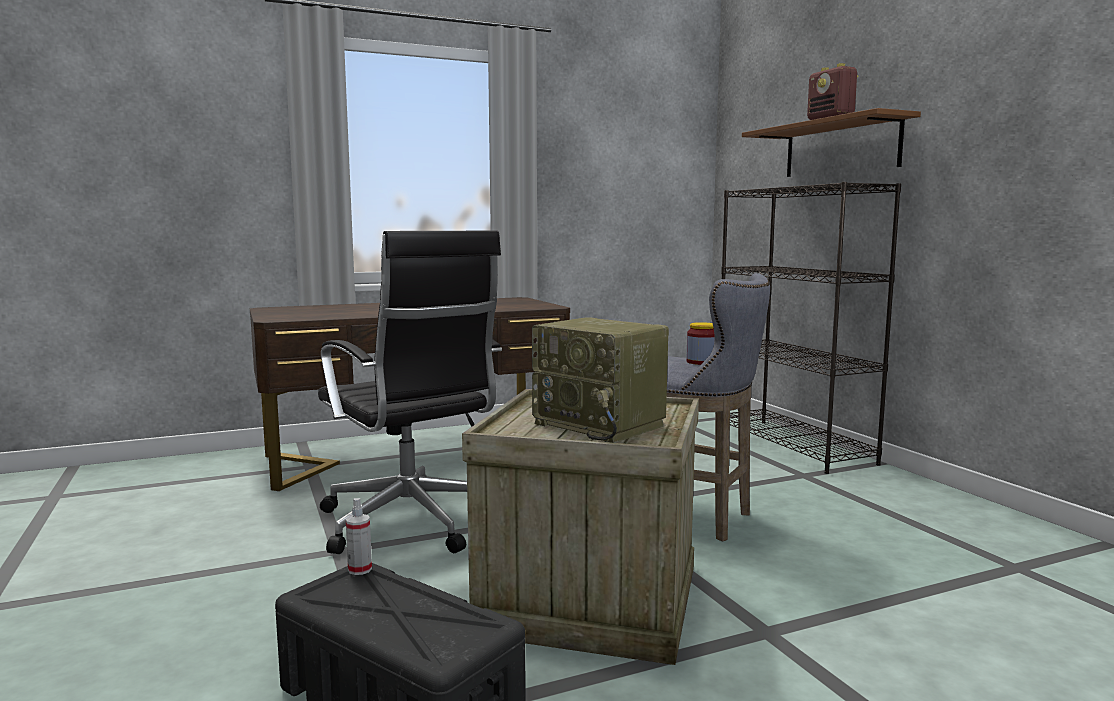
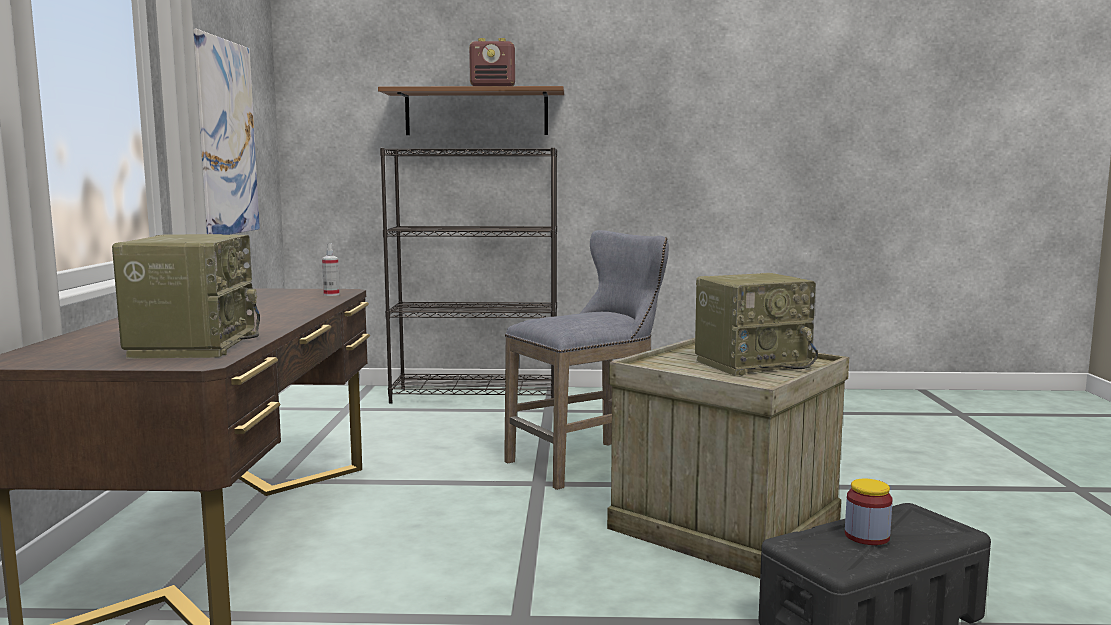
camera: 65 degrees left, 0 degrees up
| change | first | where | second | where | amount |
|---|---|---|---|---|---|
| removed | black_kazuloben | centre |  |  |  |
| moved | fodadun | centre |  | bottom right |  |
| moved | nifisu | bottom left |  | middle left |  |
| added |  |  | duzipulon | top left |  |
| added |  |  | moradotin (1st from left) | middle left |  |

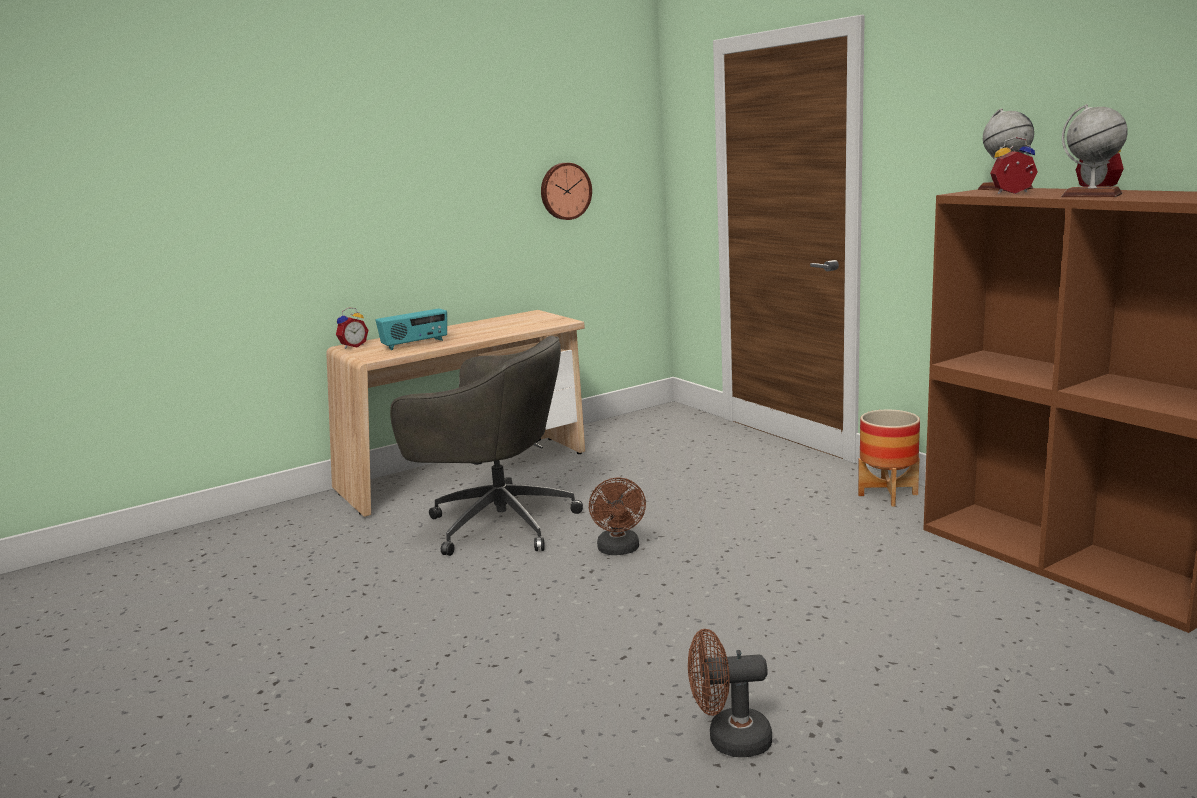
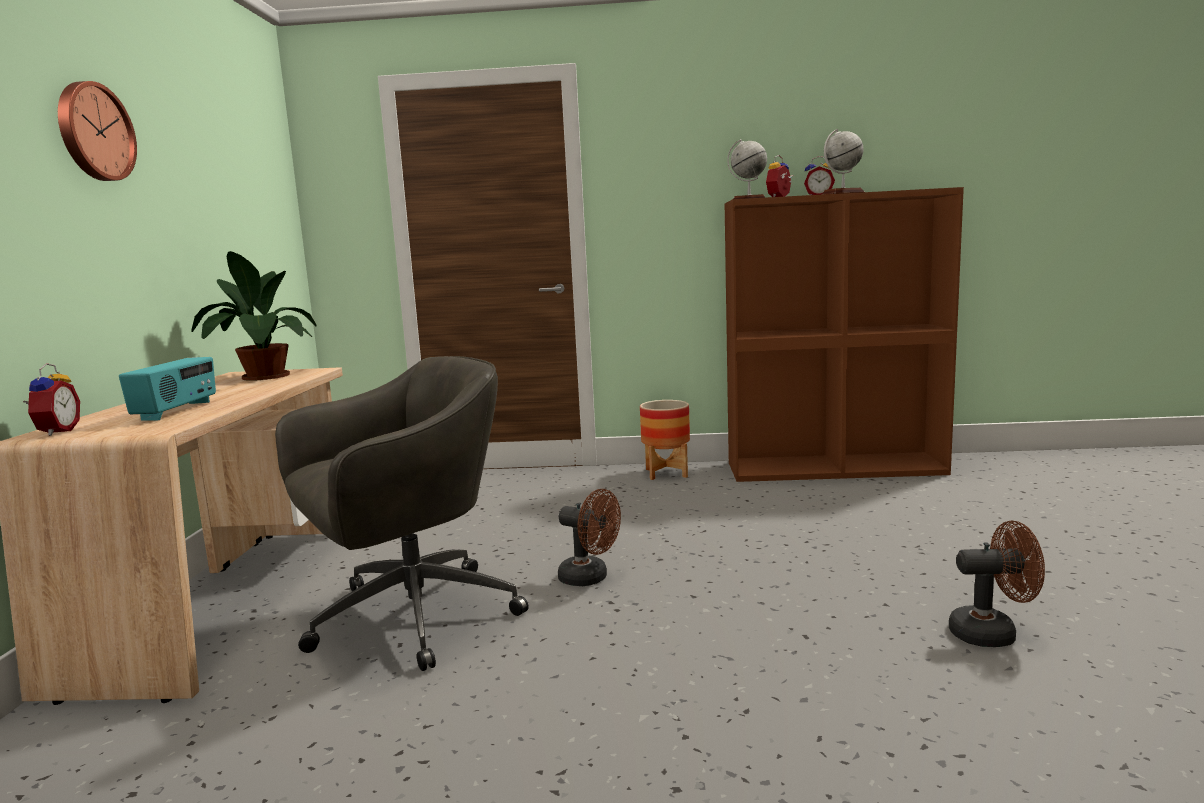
camera: 55 degrees left, 5 degrees down
| change | first | where | second | where | amount |
|---|---|---|---|---|---|
| moved | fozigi | top centre |  | top left |  |
| turned | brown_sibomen (2nd from left) | bottom centre |  | bottom right | 120 degrees counterclockwise |
| added |  |  | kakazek | middle left |  |

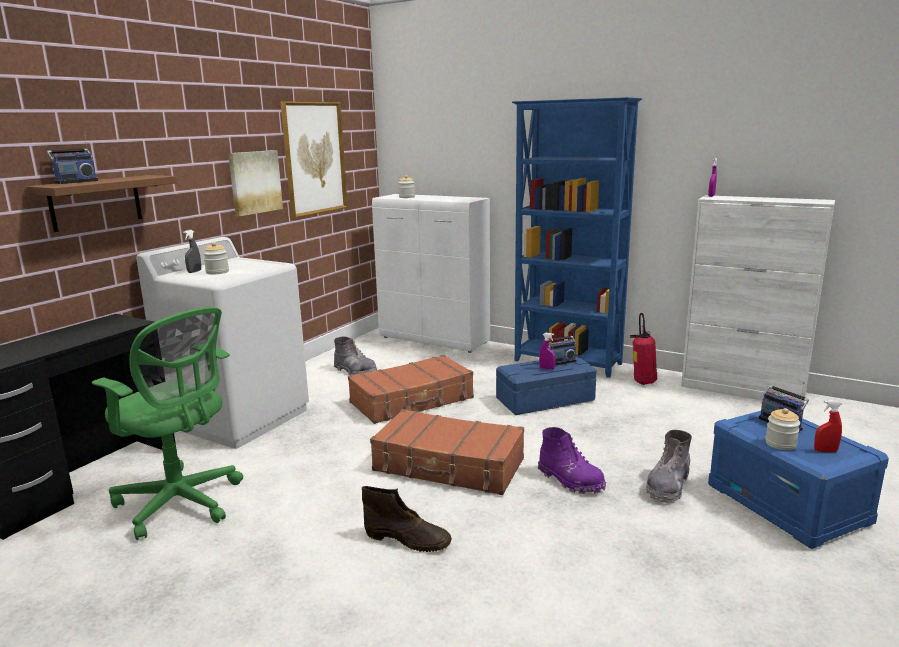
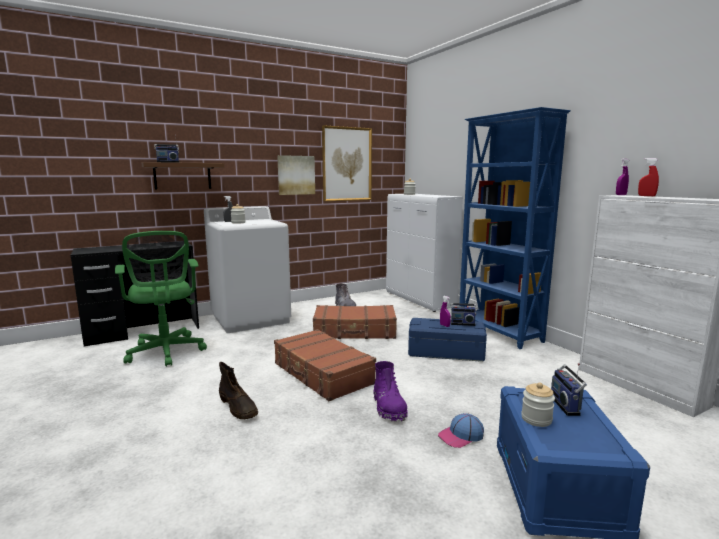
camera: 30 degrees right, 5 degrees down
| change | first | where | second | where | amount |
|---|---|---|---|---|---|
| removed | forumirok | middle right |  |  |  |
| moved | red_nifisu | middle right |  | top right |  |
| replaced | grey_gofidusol (2nd from left) | bottom right | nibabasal | bottom centre |  |

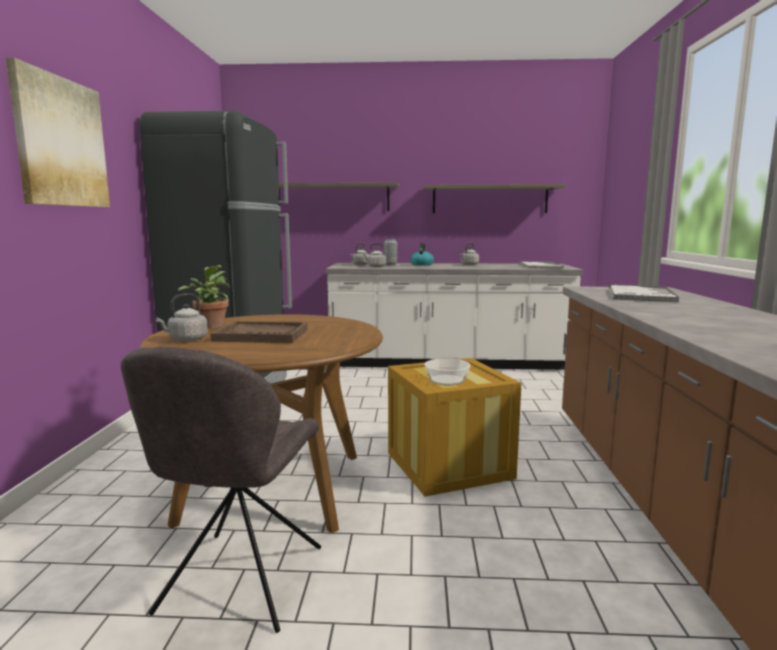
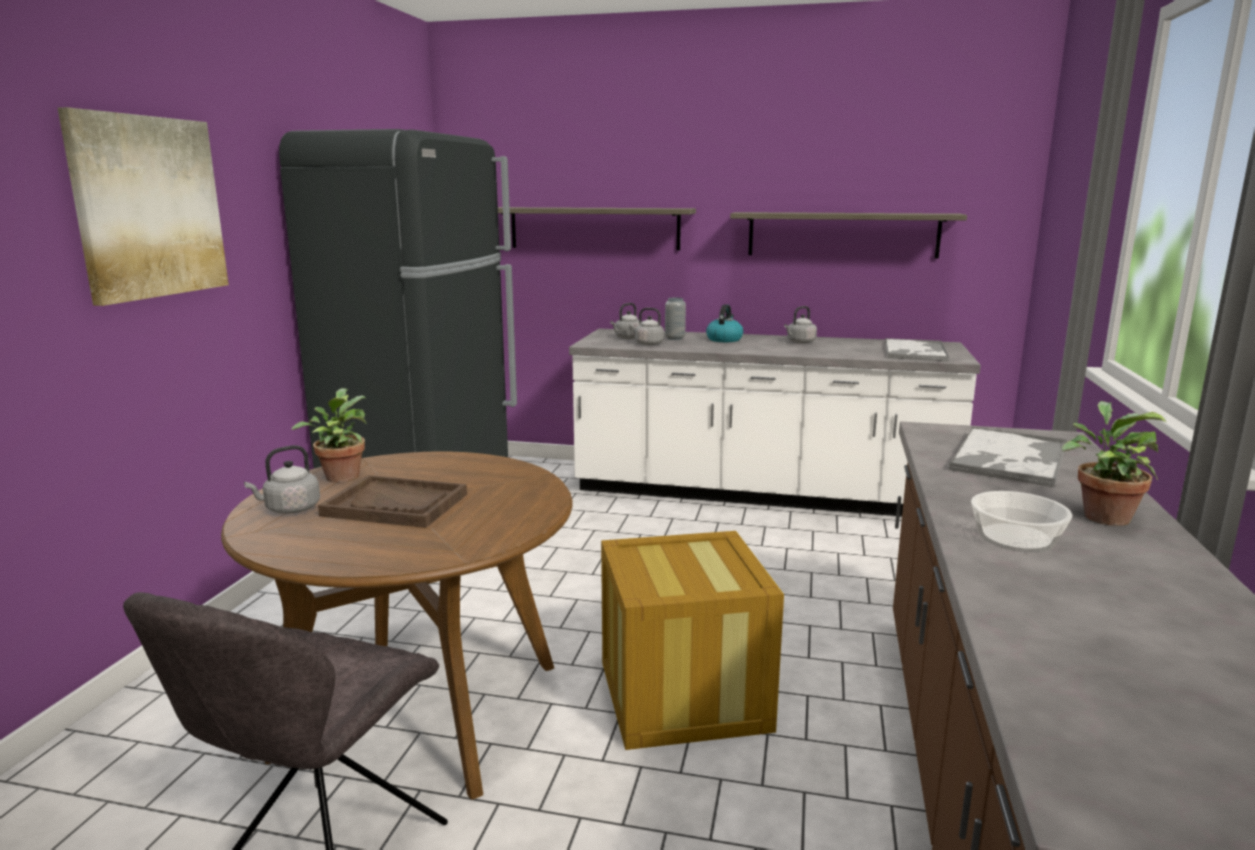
camera: 10 degrees right, 5 degrees up
| change | first | where | second | where | amount |
|---|---|---|---|---|---|
| moved | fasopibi | centre |  | middle right |  |
| added |  |  | kakazek (2nd from left) | middle right |  |

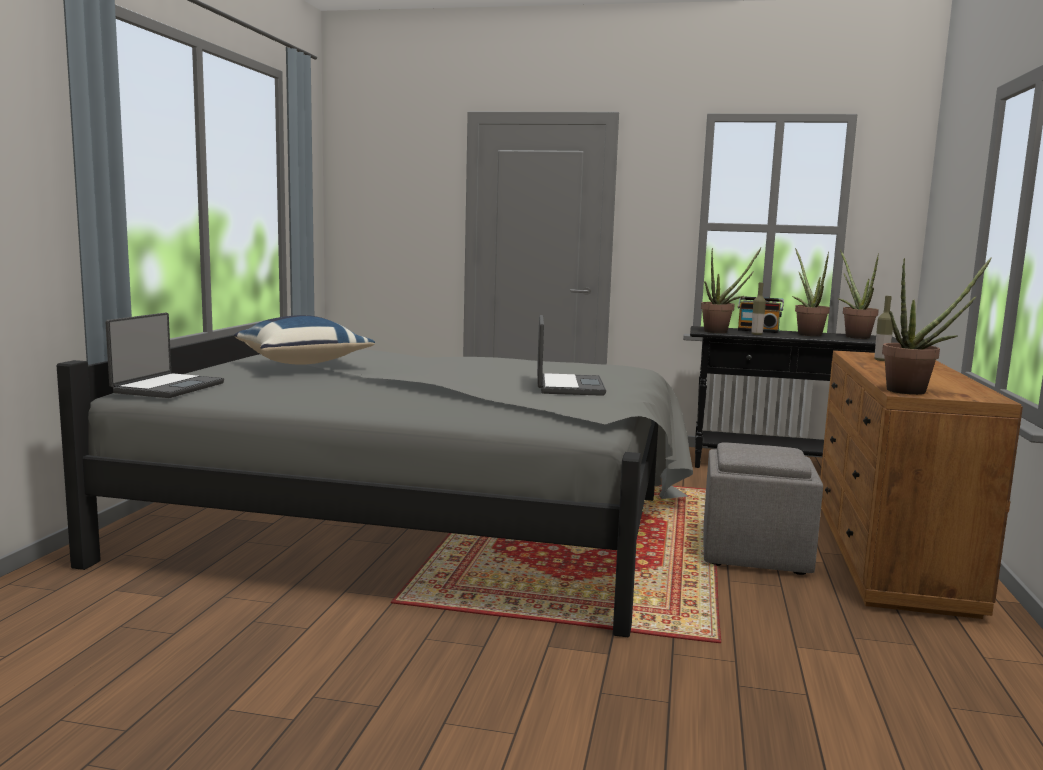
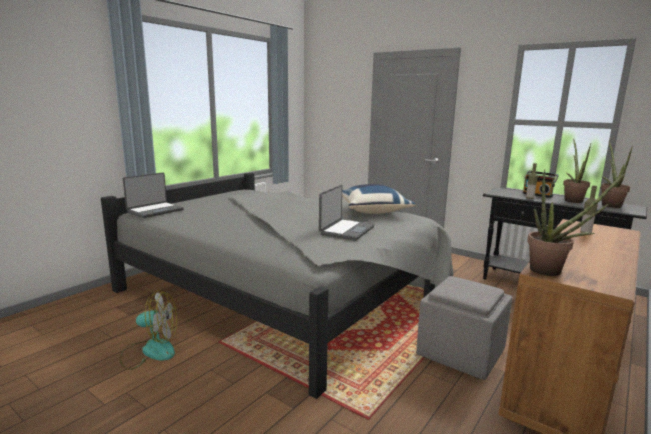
camera: 25 degrees right, 5 degrees up
| change | first | where | second | where | amount |
|---|---|---|---|---|---|
| removed | kakazek (1st from left) | middle right |  |  |  |
| moved | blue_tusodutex | middle left |  | centre |  |
| added |  |  | sibomen | bottom left |  |

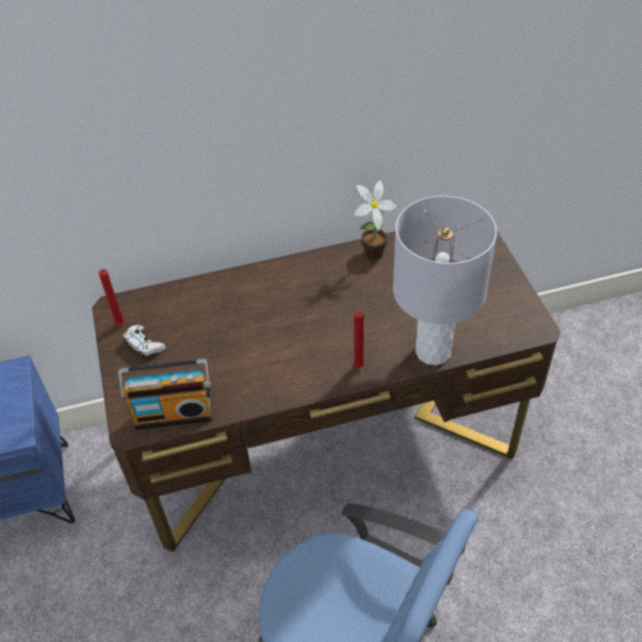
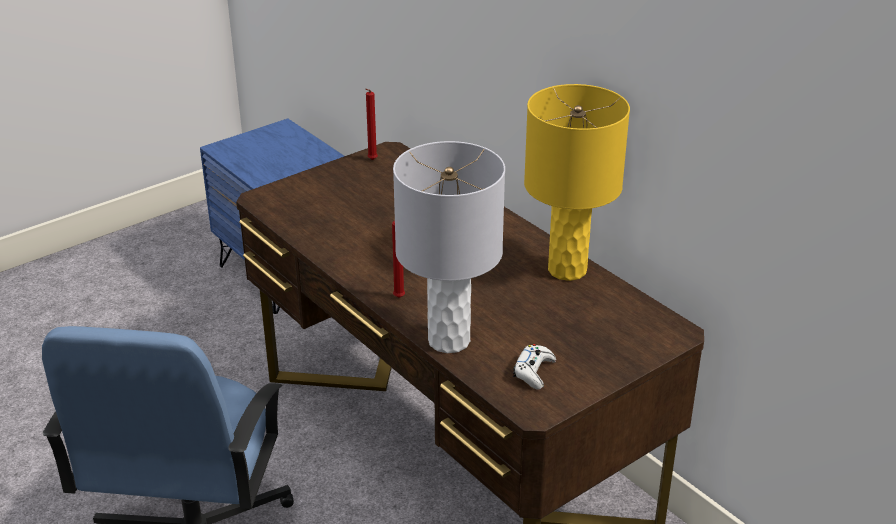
camera: 65 degrees right, 15 degrees down
| change | first | where | second | where | amount |
|---|---|---|---|---|---|
| replaced | kakazek | centre | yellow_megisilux | centre |  |
| moved | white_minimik | middle left |  | bottom centre |  |
| removed | moradotin | middle left |  |  |  |

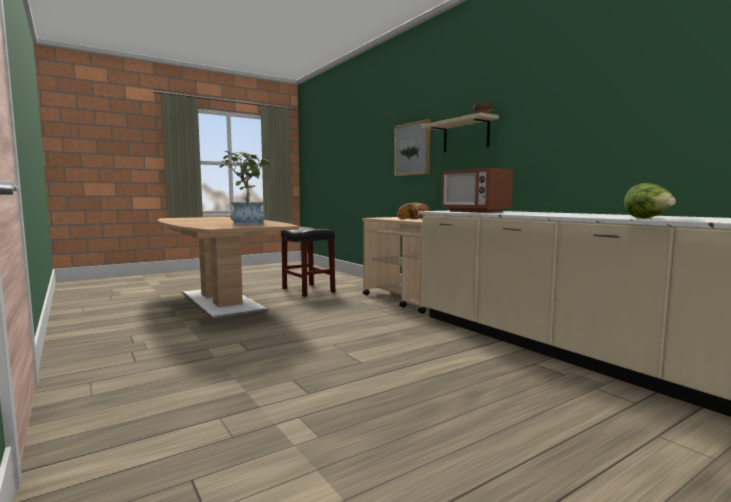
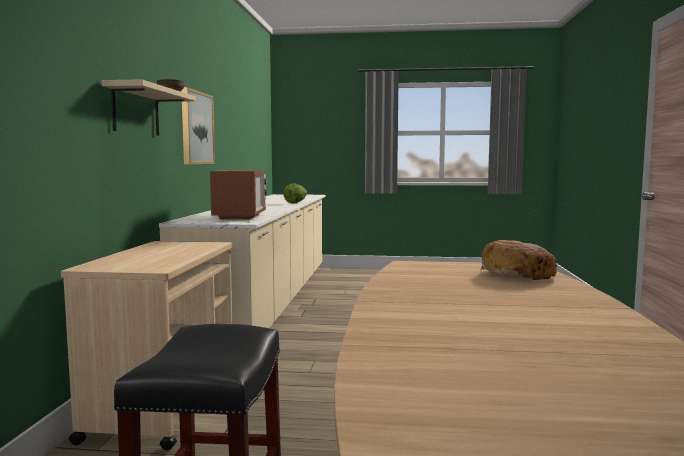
camera: 140 degrees left, 0 degrees up
| change | first | where | second | where | amount |
|---|---|---|---|---|---|
| moved | duzipulon | top centre |  | top left |  |
| removed | kakazek | centre |  |  |  |
| moved | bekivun | centre |  | middle right |  |

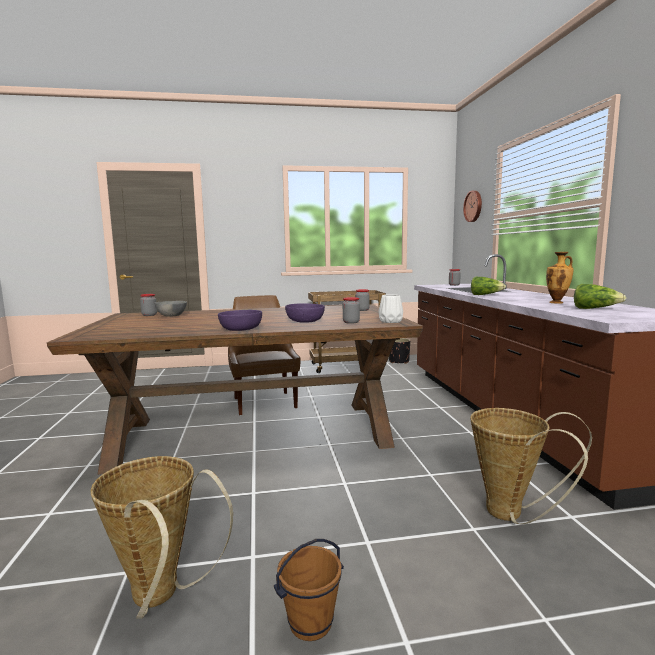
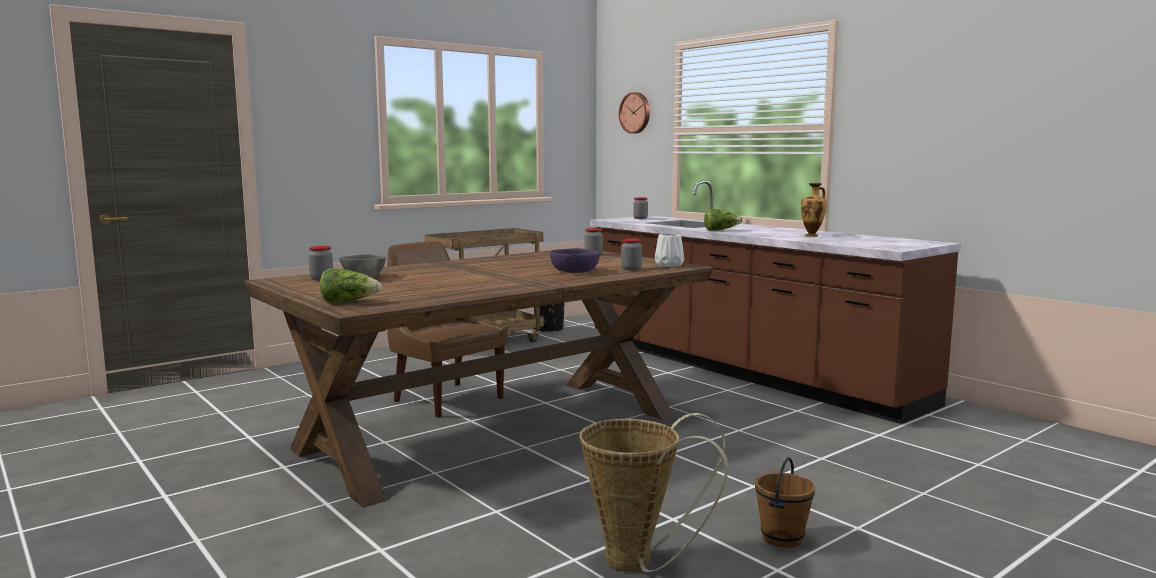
camera: 30 degrees left, 0 degrees up
| change | first | where | second | where | amount |
|---|---|---|---|---|---|
| moved | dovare (2nd from left in the first image) | middle right | dovare (1st from left) | middle left |  |
| removed | purple_fasopibi (1st from left) | centre |  |  |  |
| removed | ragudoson (2nd from left) | bottom right |  |  |  |

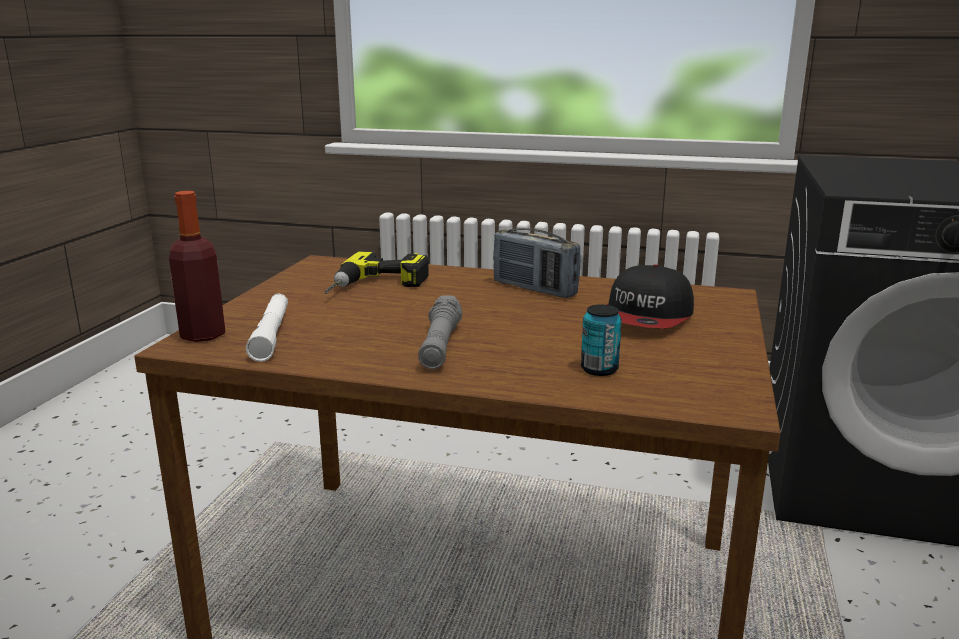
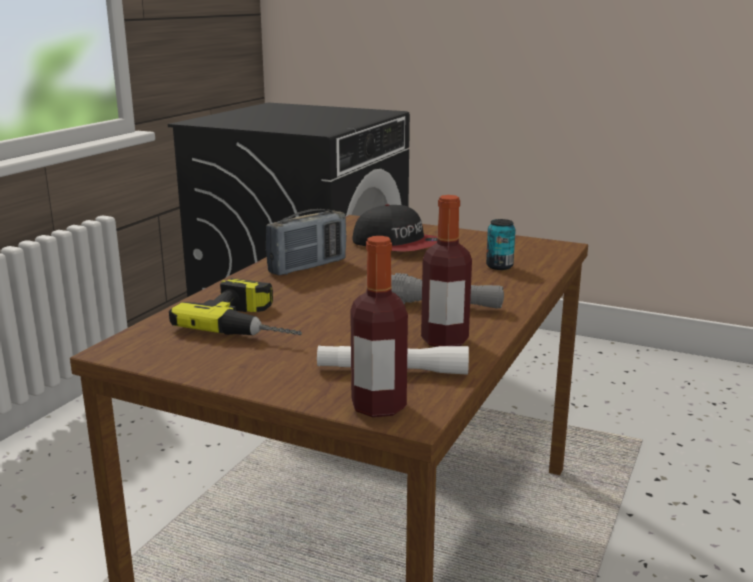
camera: 80 degrees left, 0 degrees up
| change | first | where | second | where | amount |
|---|---|---|---|---|---|
| added |  |  | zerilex (2nd from left) | centre |  |

